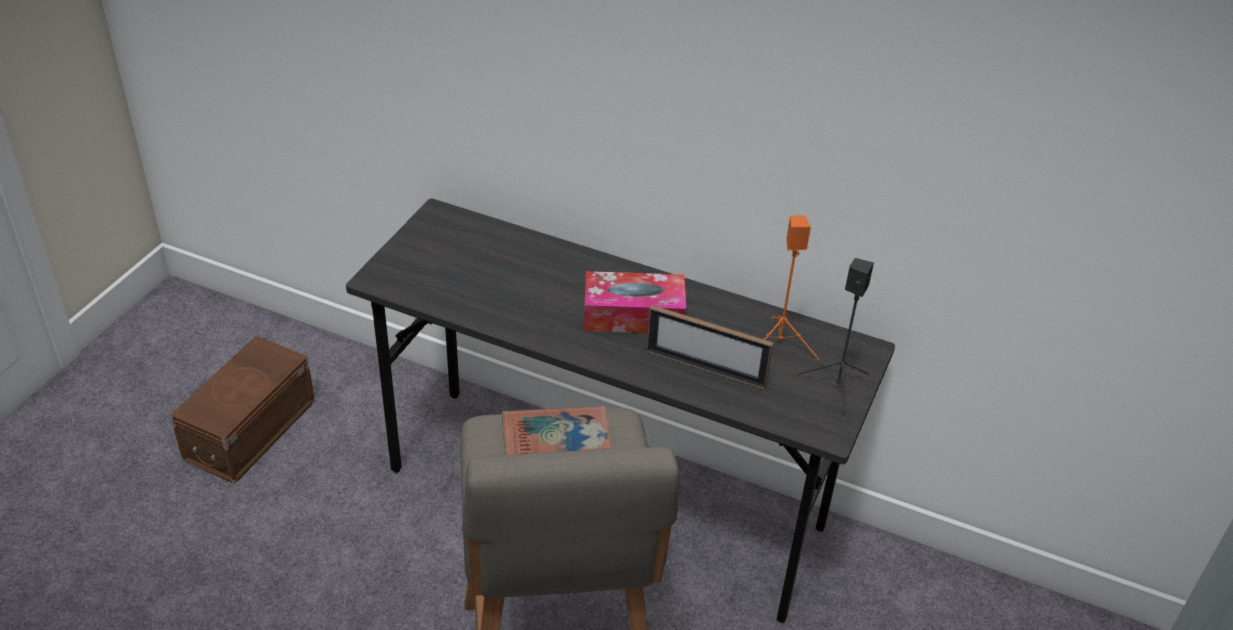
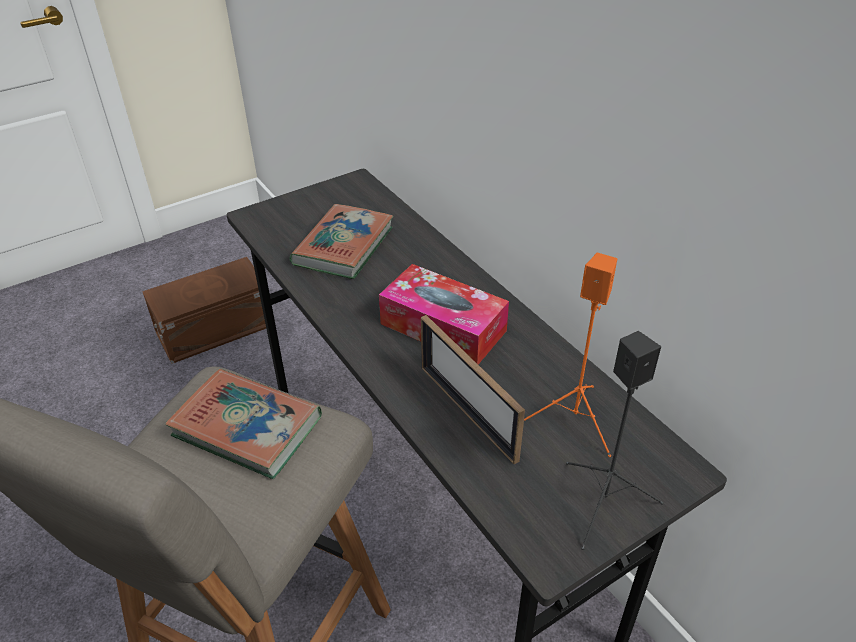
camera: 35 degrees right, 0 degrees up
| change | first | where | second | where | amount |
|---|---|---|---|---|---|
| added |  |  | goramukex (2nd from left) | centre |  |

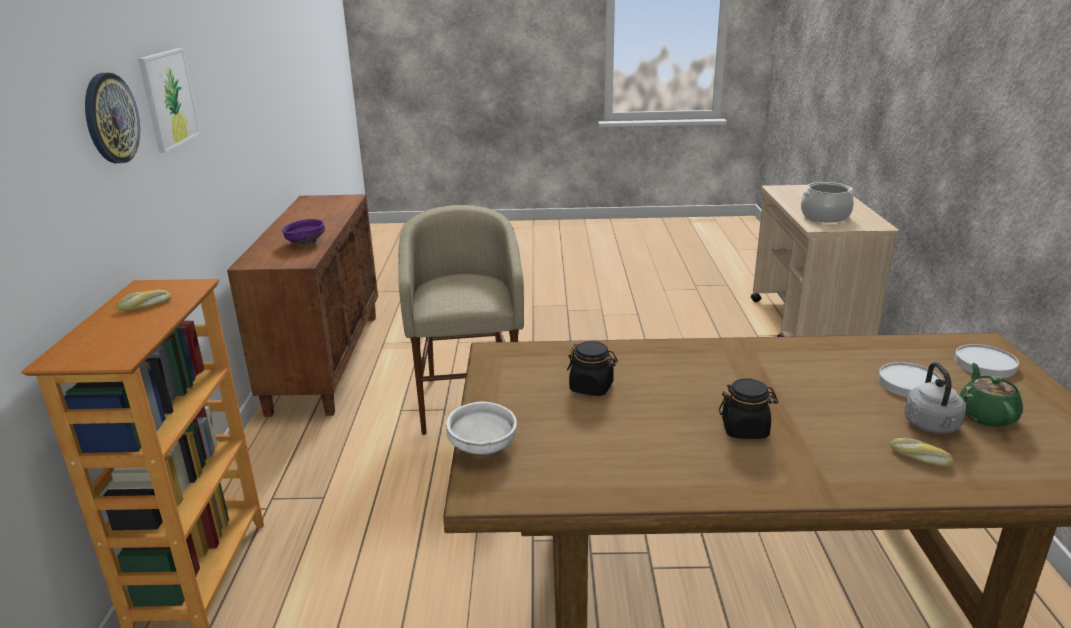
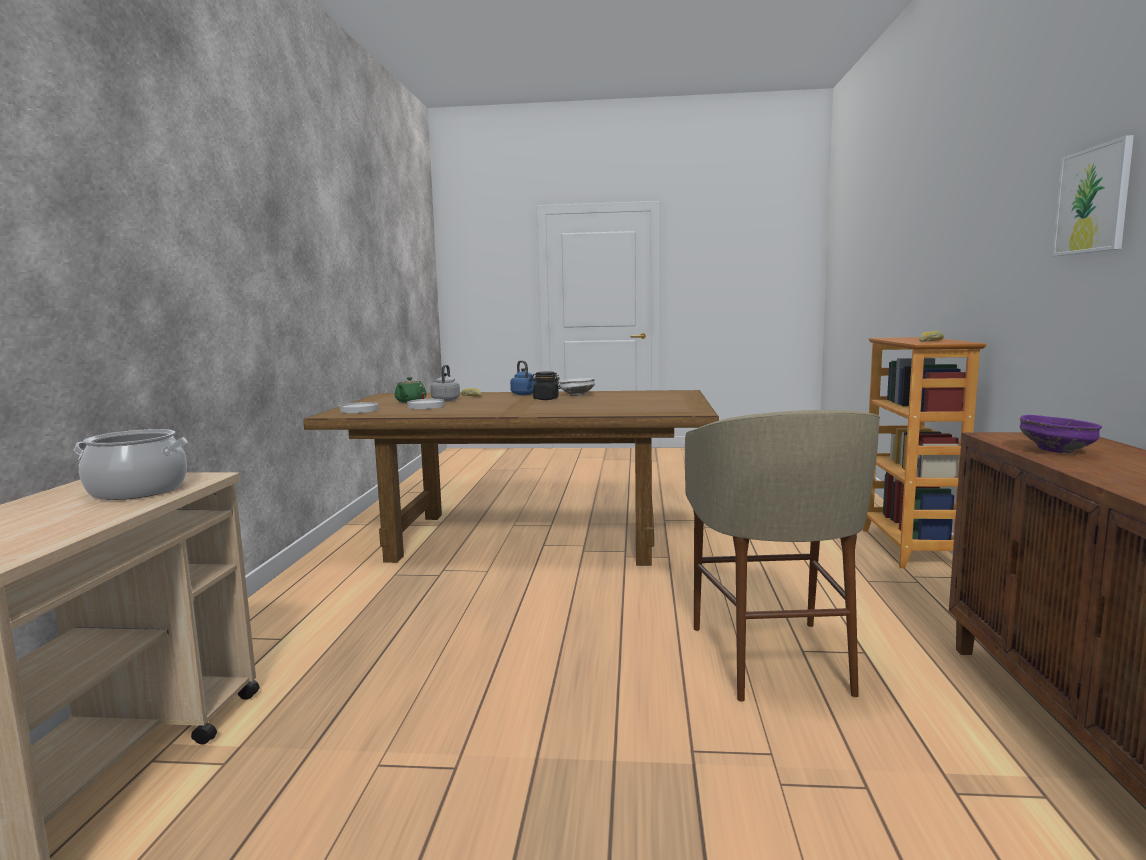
camera: 175 degrees left, 15 degrees down
| change | first | where | second | where | amount |
|---|---|---|---|---|---|
| removed | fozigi | top left |  |  |  |
| removed | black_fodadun (1st from left) | centre |  |  |  |
| moved | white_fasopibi | bottom centre |  | centre |  |
| added |  |  | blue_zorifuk | centre |  |

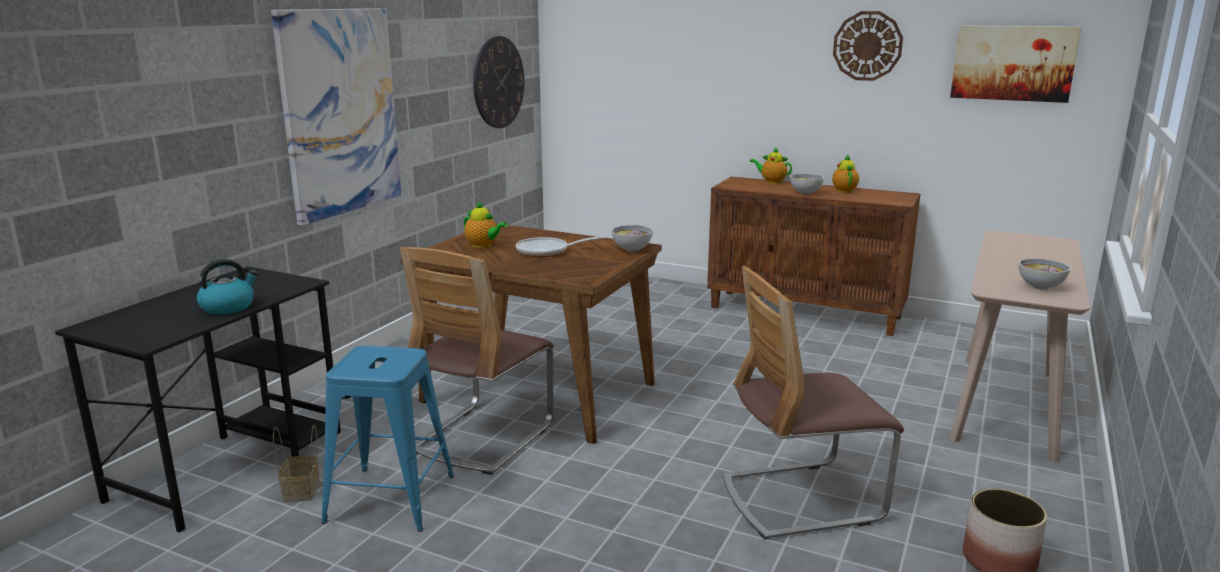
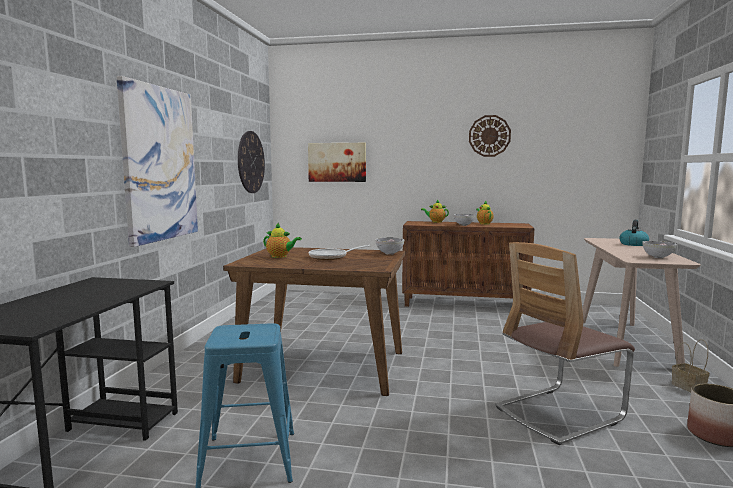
camera: 15 degrees left, 10 degrees down
| change | first | where | second | where | amount |
|---|---|---|---|---|---|
| moved | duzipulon (2nd from left) | top right |  | top centre |  |
| removed | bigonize (1st from left) | centre |  |  |  |
| moved | zorifuk | middle left |  | middle right |  |
| moved | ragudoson | bottom left |  | bottom right |  |

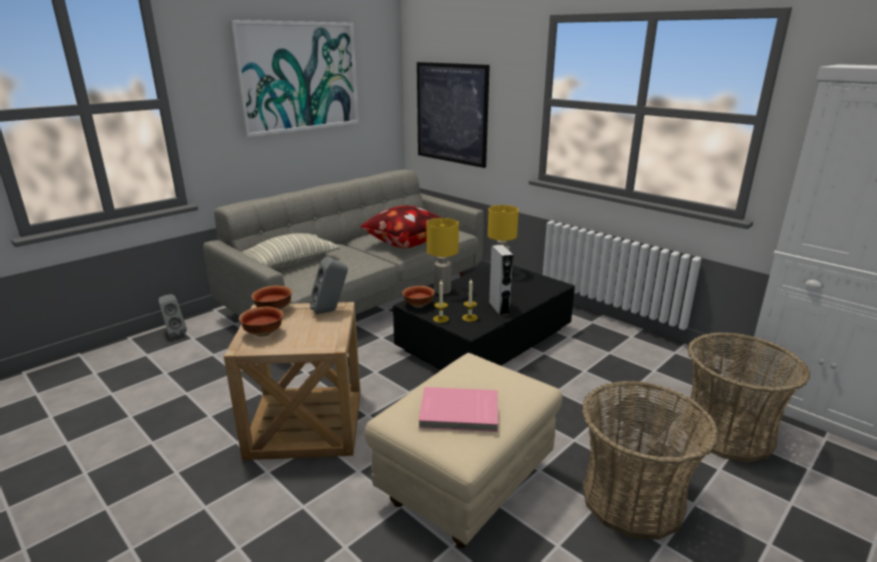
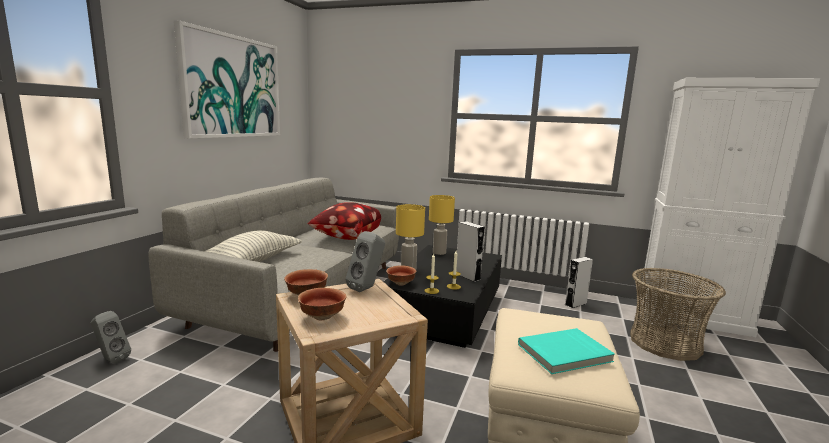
camera: 25 degrees left, 10 degrees down
| change | first | where | second | where | amount |
|---|---|---|---|---|---|
| removed | duzipulon (2nd from left) | top centre |  |  |  |
| removed | ragudoson (1st from left) | bottom right |  |  |  |
| recoloured | pink_goramukex | bottom centre | turquoise_goramukex | bottom right |  |
| added |  |  | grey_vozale (4th from left) | middle right |  |

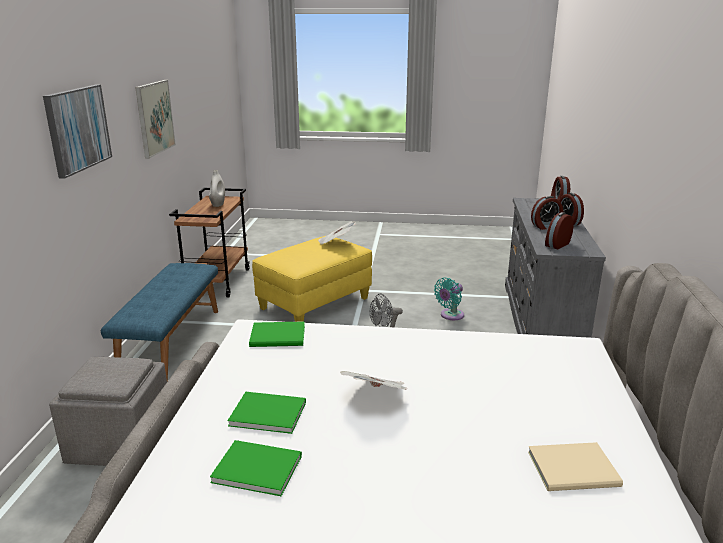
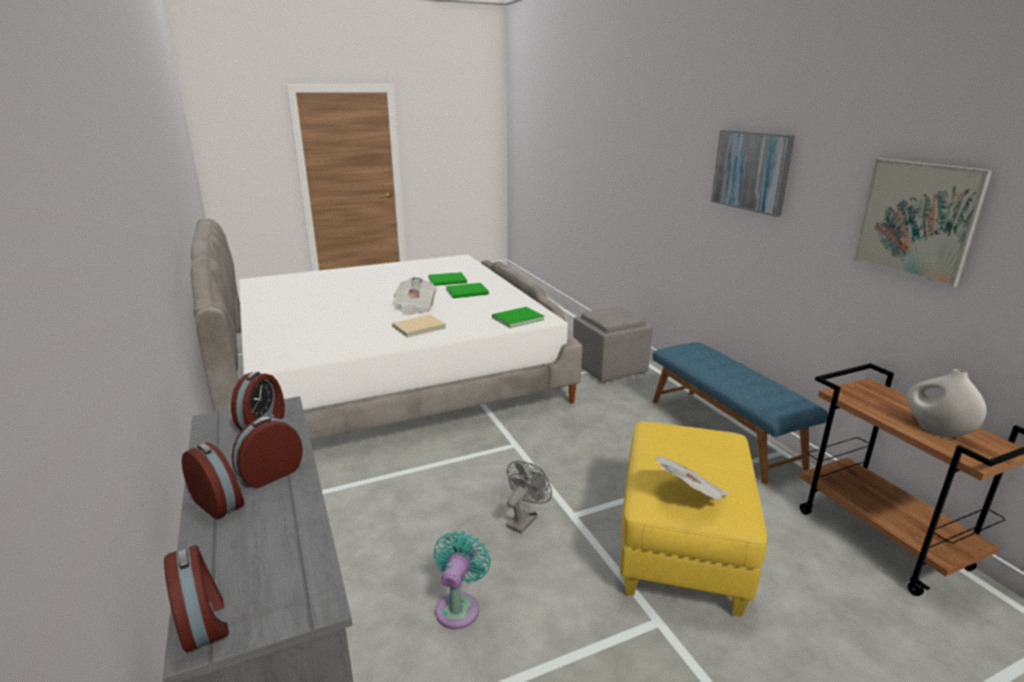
camera: 150 degrees right, 0 degrees up
| change | first | where | second | where | amount |
|---|---|---|---|---|---|
| moved | beige_goramukex | bottom right |  | centre |  |

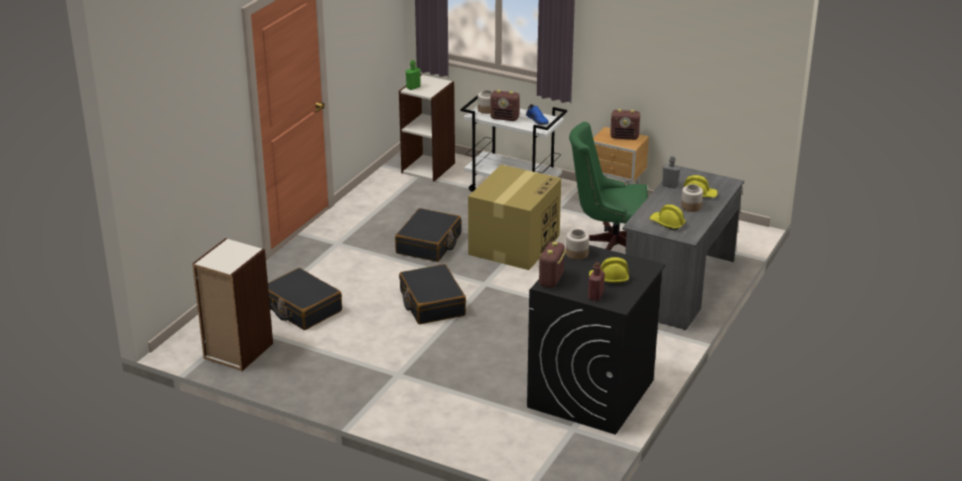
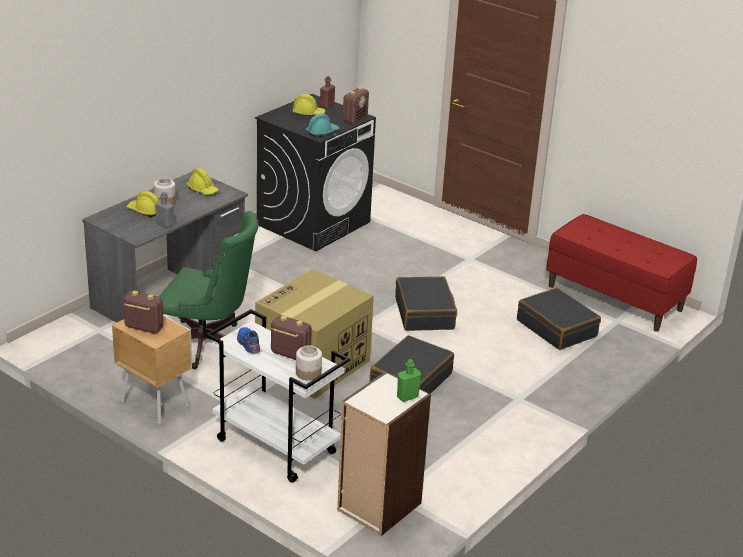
camera: 170 degrees left, 0 degrees up
| change | first | where | second | where | amount |
|---|---|---|---|---|---|
| replaced | fodadun (2nd from left) | centre | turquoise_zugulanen | top centre |  |
| replaced | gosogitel (1st from left) | middle left | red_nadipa | middle right |  |

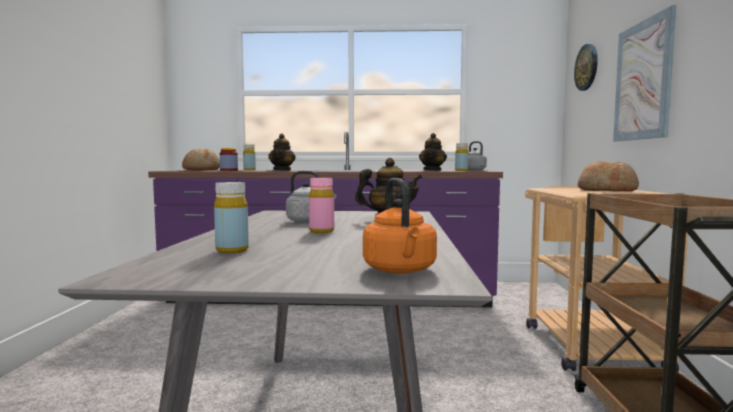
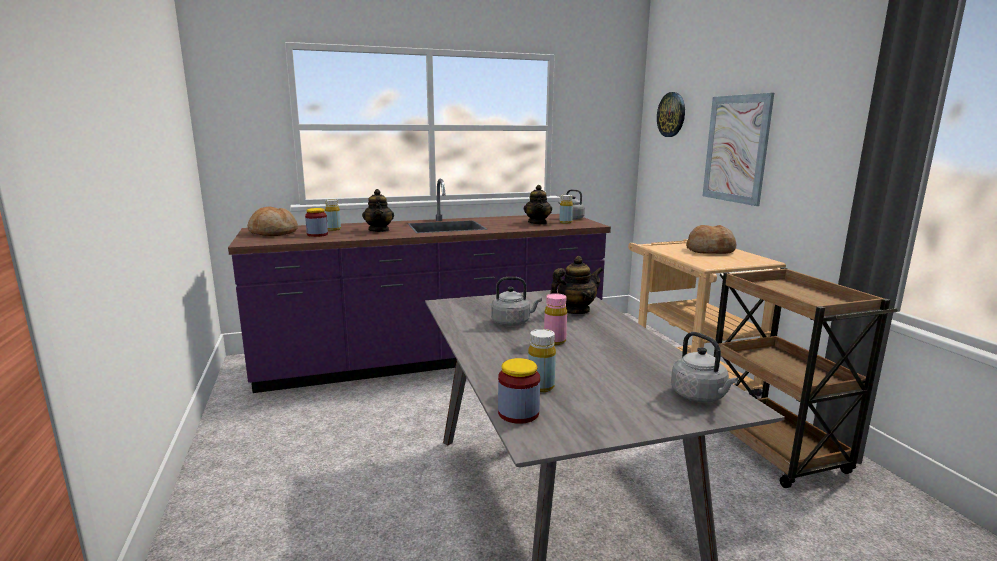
camera: 20 degrees left, 10 degrees up
| change | first | where | second | where | amount |
|---|---|---|---|---|---|
| recoloured | orange_zorifuk | centre | grey_zorifuk (3rd from left) | middle right |  |
| added |  |  | fodadun (2nd from left) | bottom centre |  |

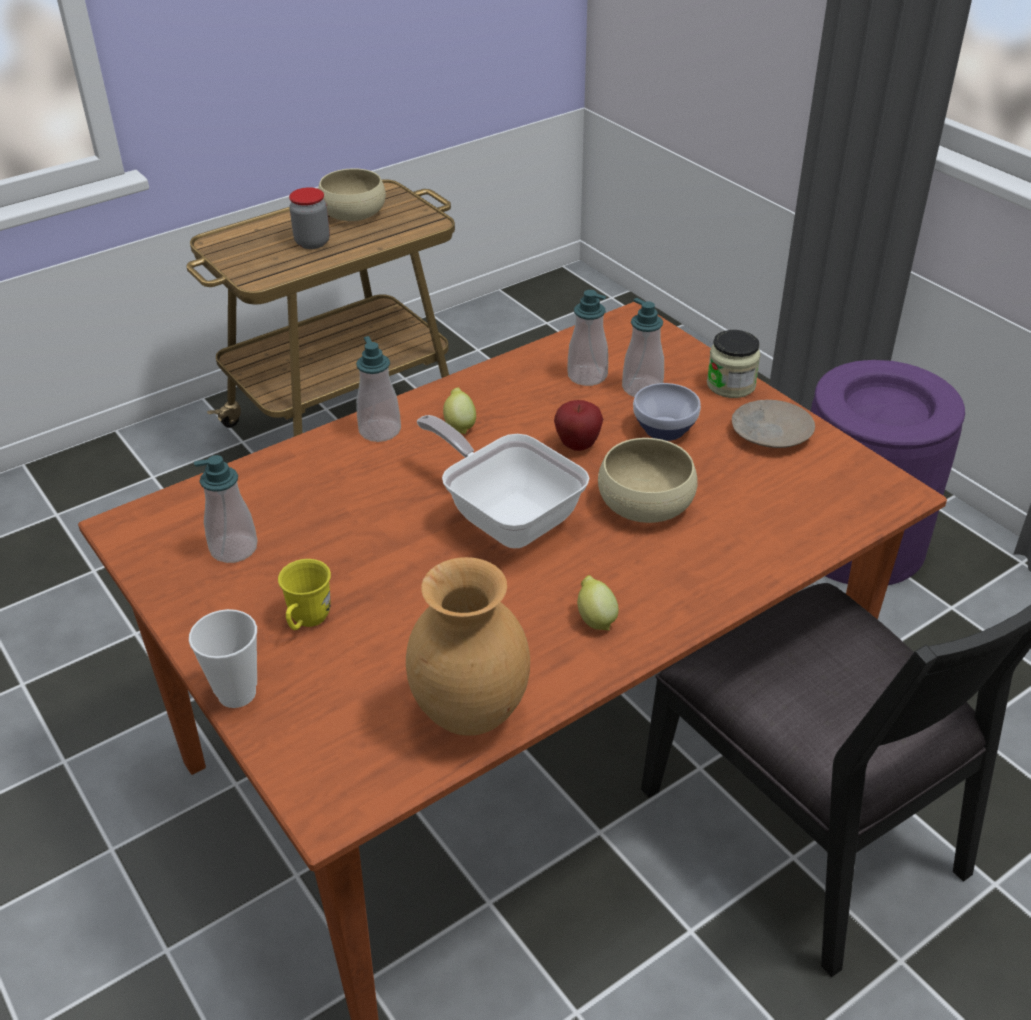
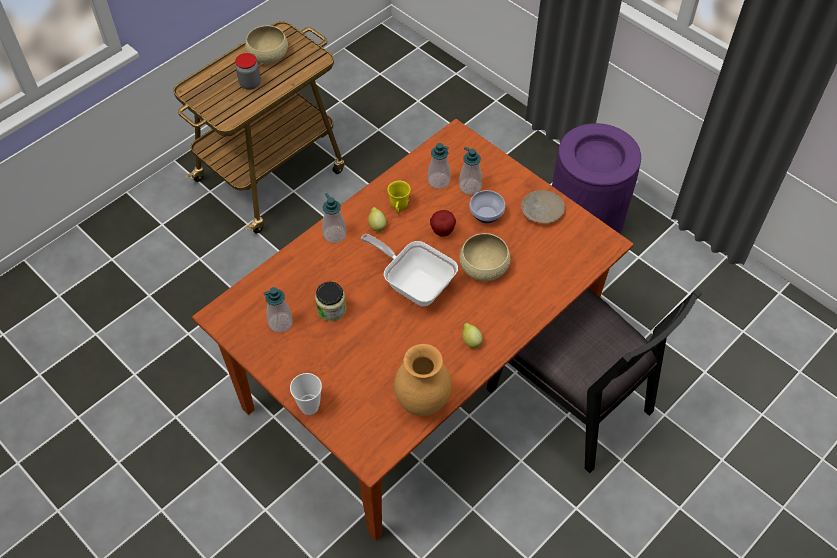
camera: 10 degrees left, 15 degrees up
| change | first | where | second | where | amount |
|---|---|---|---|---|---|
| moved | fodadun (2nd from left) | middle right |  | centre |  |
| moved | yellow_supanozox | middle left |  | centre |  |

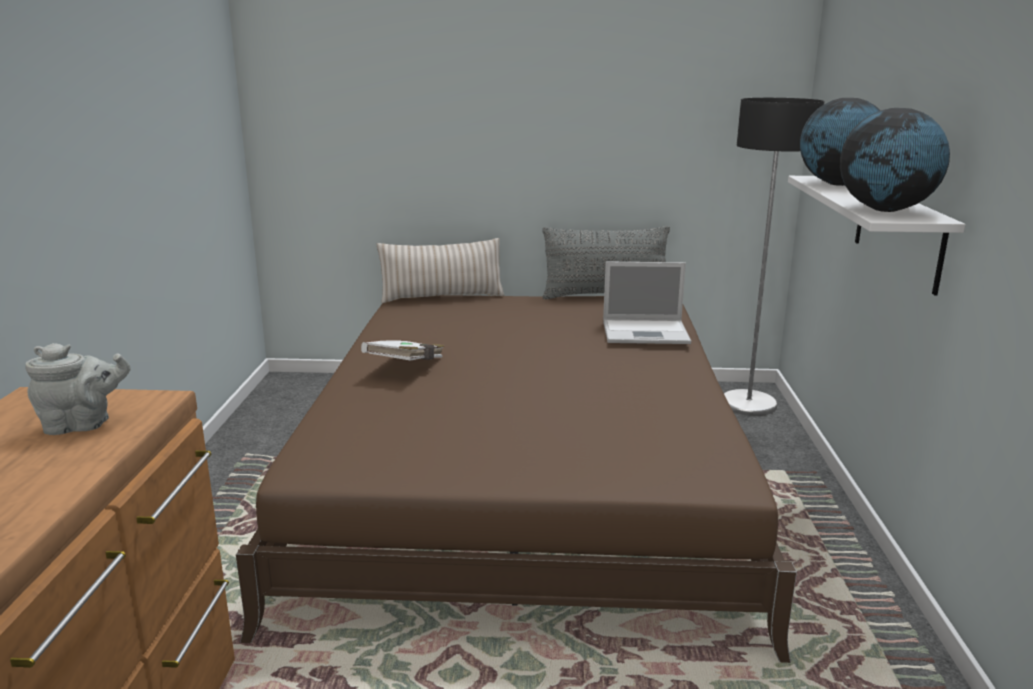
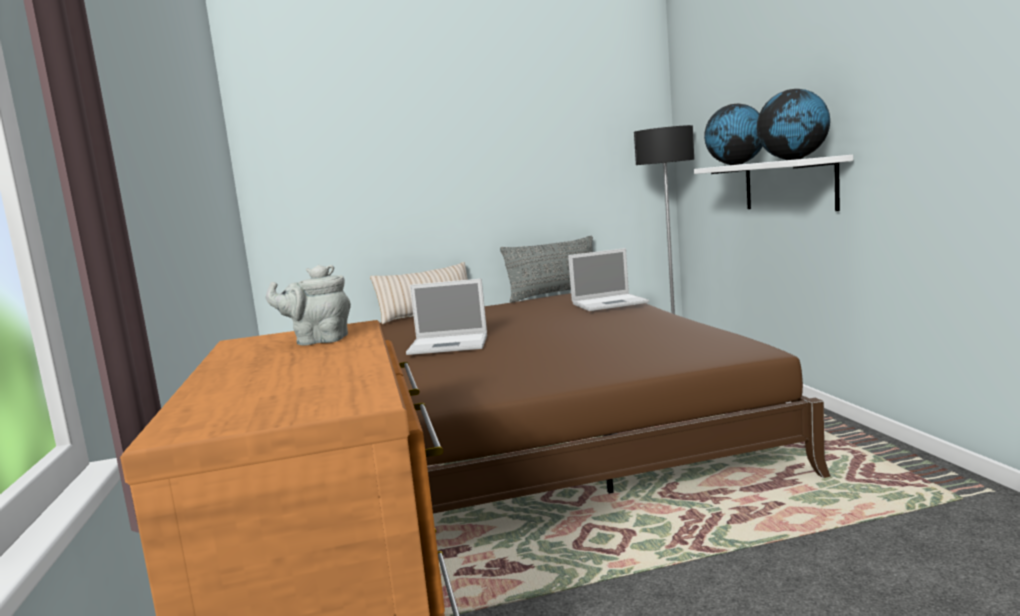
camera: 15 degrees left, 10 degrees down
| change | first | where | second | where | amount |
|---|---|---|---|---|---|
| replaced | white_goramukex | centre | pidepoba (1st from left) | centre |  |
| turned | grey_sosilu | middle left |  | middle left | 150 degrees counterclockwise |

